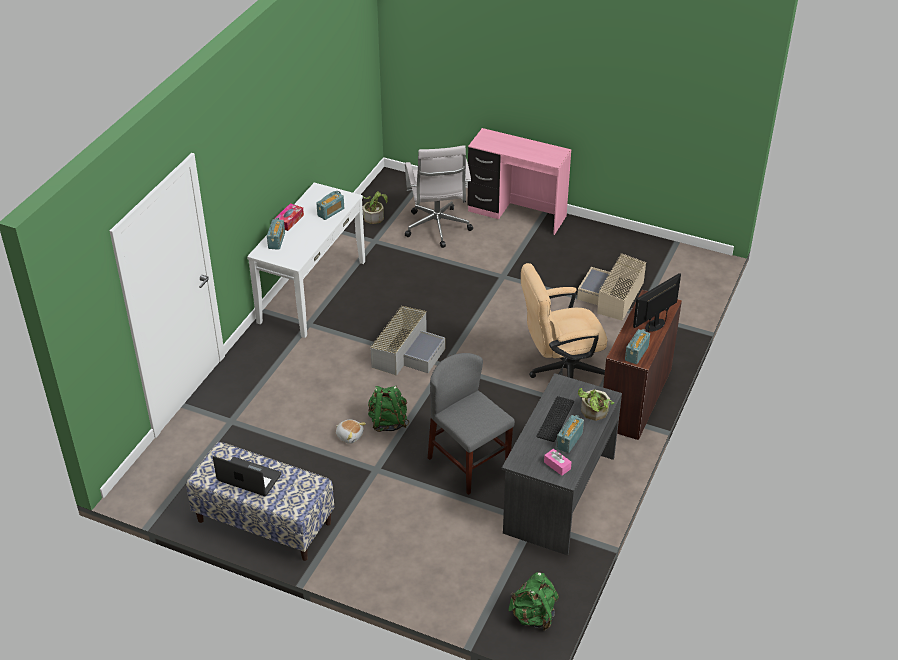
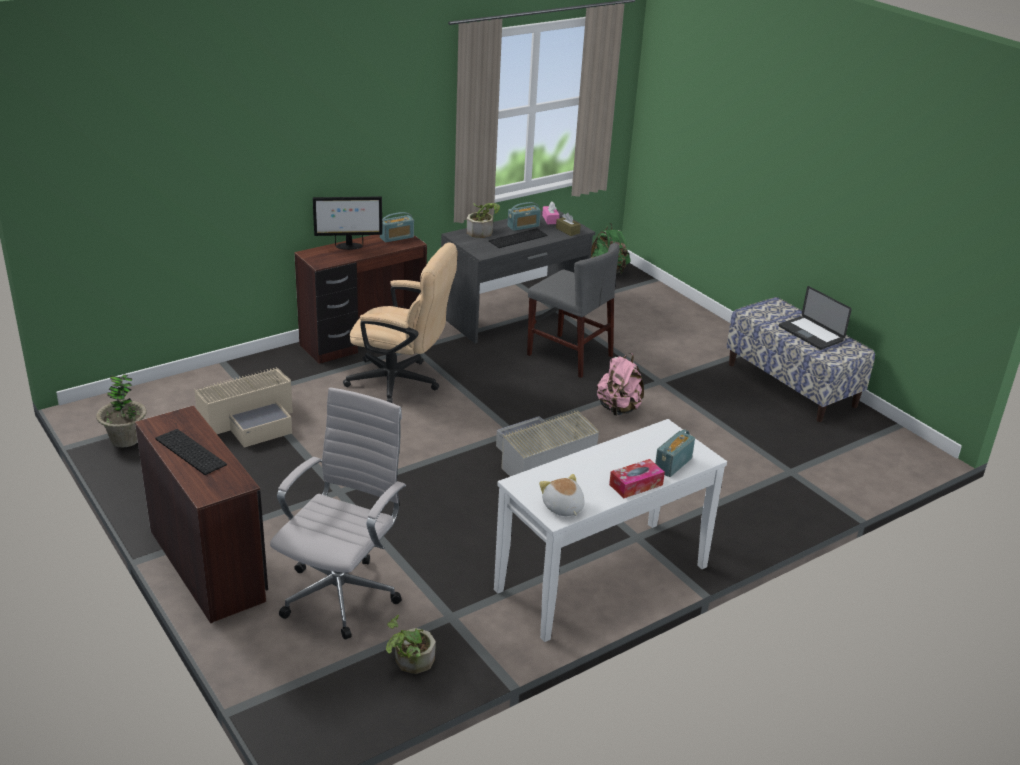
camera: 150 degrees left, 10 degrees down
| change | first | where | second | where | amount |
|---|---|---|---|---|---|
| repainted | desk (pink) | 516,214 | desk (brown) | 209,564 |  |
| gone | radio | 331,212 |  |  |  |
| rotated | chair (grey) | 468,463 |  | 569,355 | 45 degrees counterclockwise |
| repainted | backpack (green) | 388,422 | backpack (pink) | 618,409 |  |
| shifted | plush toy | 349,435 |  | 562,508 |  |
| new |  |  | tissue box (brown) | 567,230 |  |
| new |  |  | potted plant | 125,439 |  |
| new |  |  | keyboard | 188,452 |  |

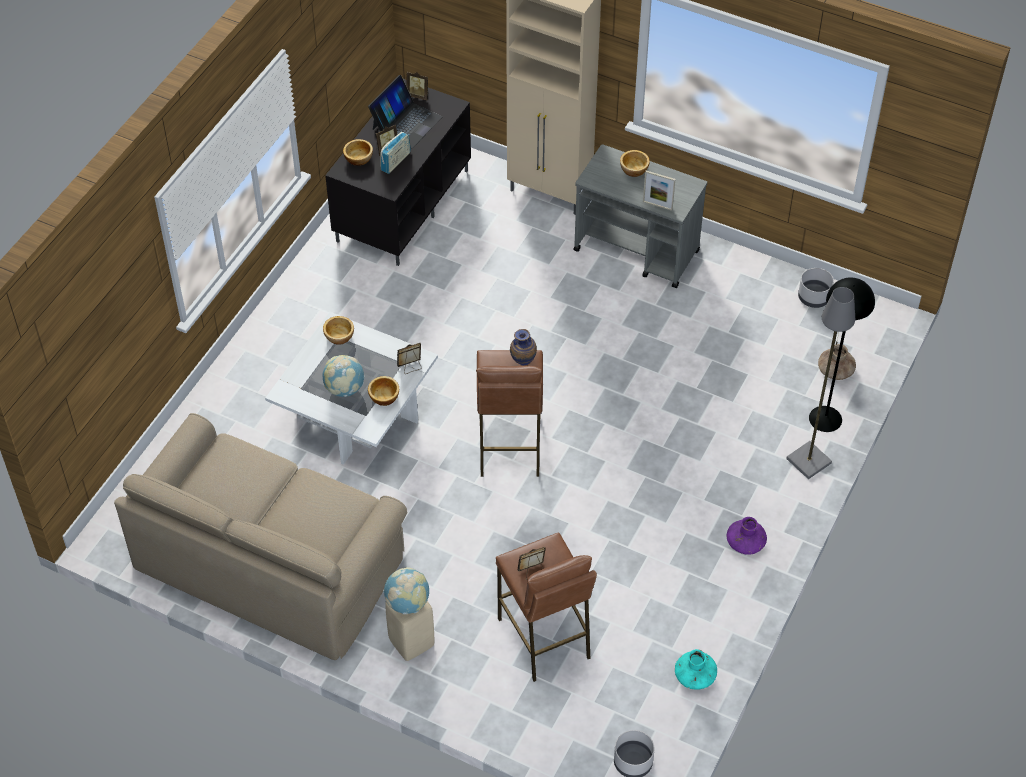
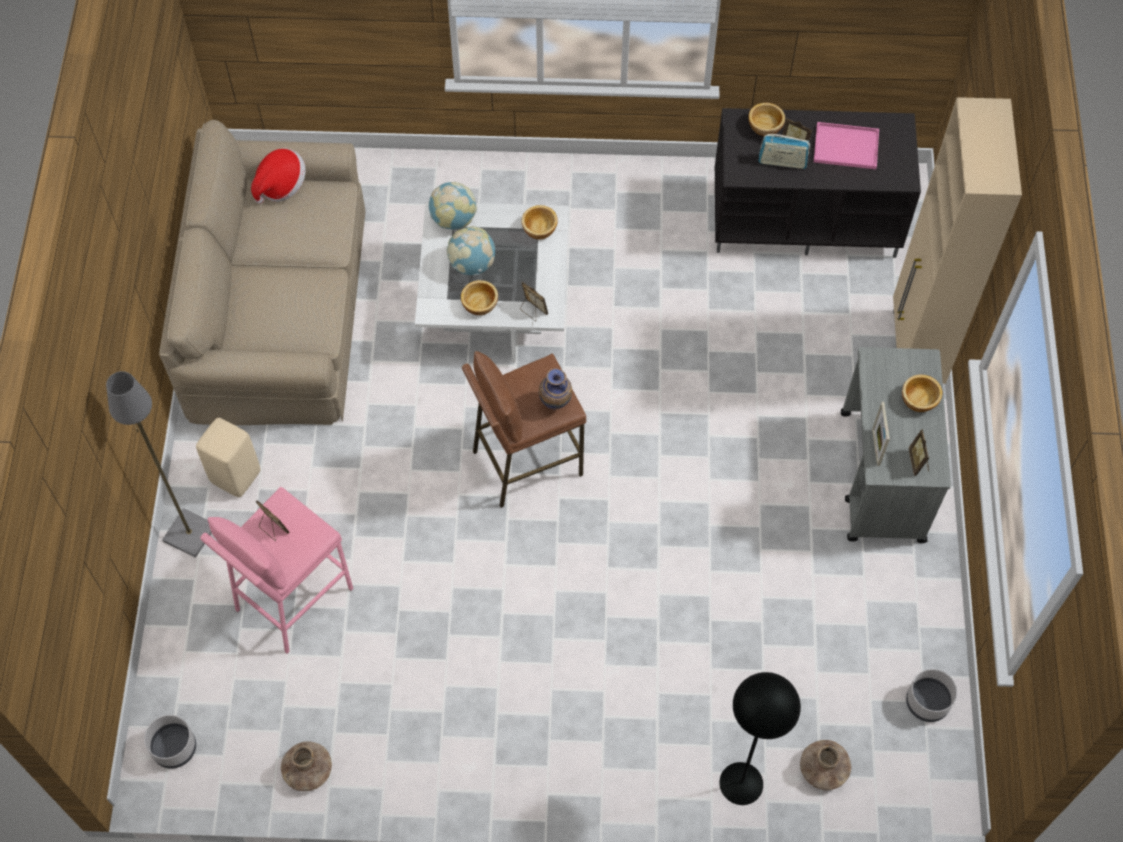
camera: 65 degrees right, 10 degrees up
| change | first | where | second | where | amount |
|---|---|---|---|---|---|
| shifted | picture frame | 418,95 |  | 918,462 |  |
| swapped | laptop | 406,123 | tray (pink) | 847,146 |  |
| shifted | floor lamp (grey) | 809,461 |  | 190,534 |  |
| gone | vase (purple) | 745,543 |  |  |  |
| repainted | stool (brown) | 544,638 | stool (pink) | 293,598 |  |
| shifted | globe | 407,603 |  | 453,219 |  |
| repainted | vase (turquoise) | 695,676 | vase (brown) | 308,770 |  |
| new |  |  | hat | 281,185 |  |

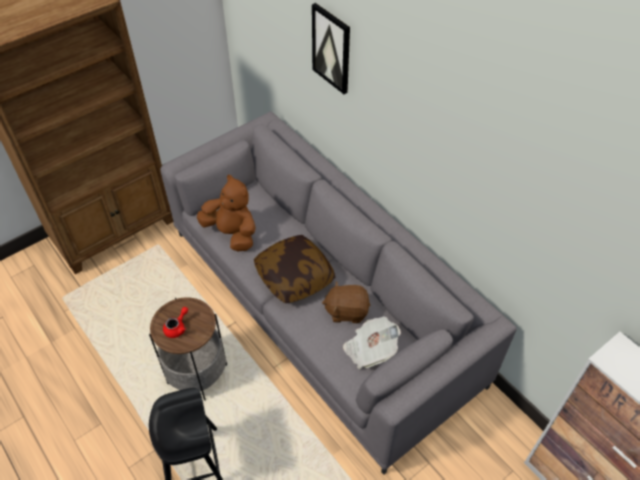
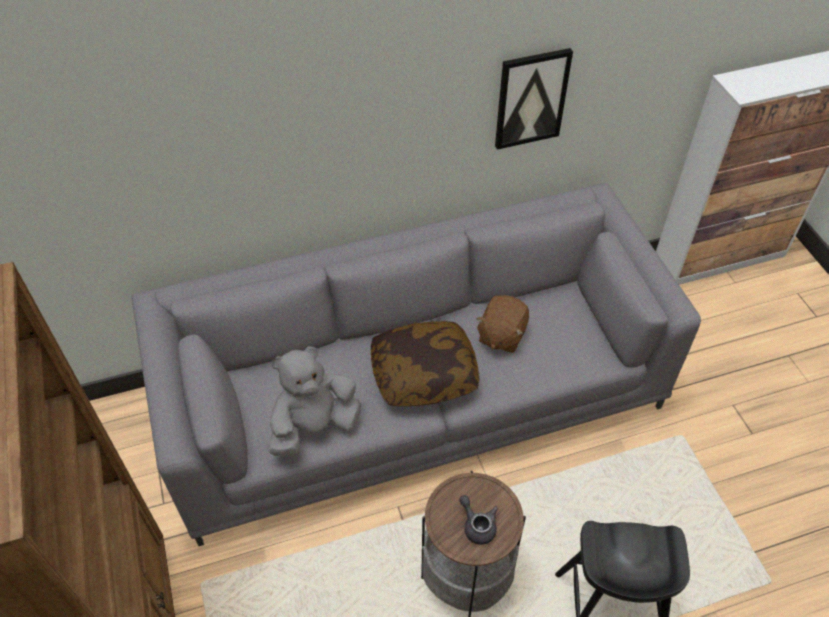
camera: 70 degrees left, 0 degrees up
| change | first | where | second | where | amount |
|---|---|---|---|---|---|
| shifted | picture | 331,48 |  | 531,98 |  |
| repainted | plush toy (brown) | 232,233 | plush toy (grey) | 314,427 |  |
| repainted | teapot (red) | 177,327 | teapot (grey) | 477,525 |  |
| gone | newspaper | 370,350 |  |  |  |

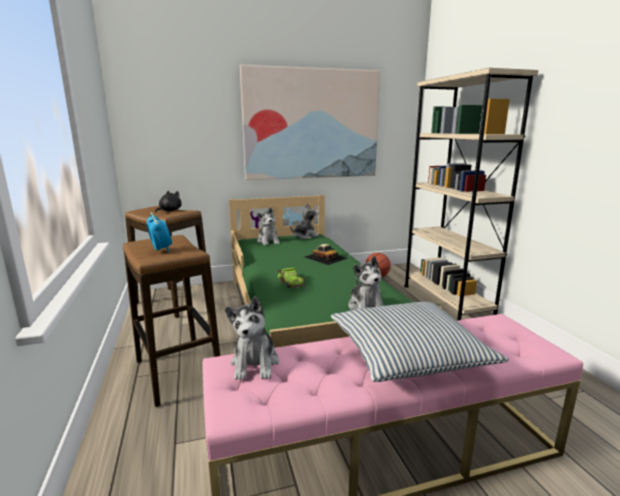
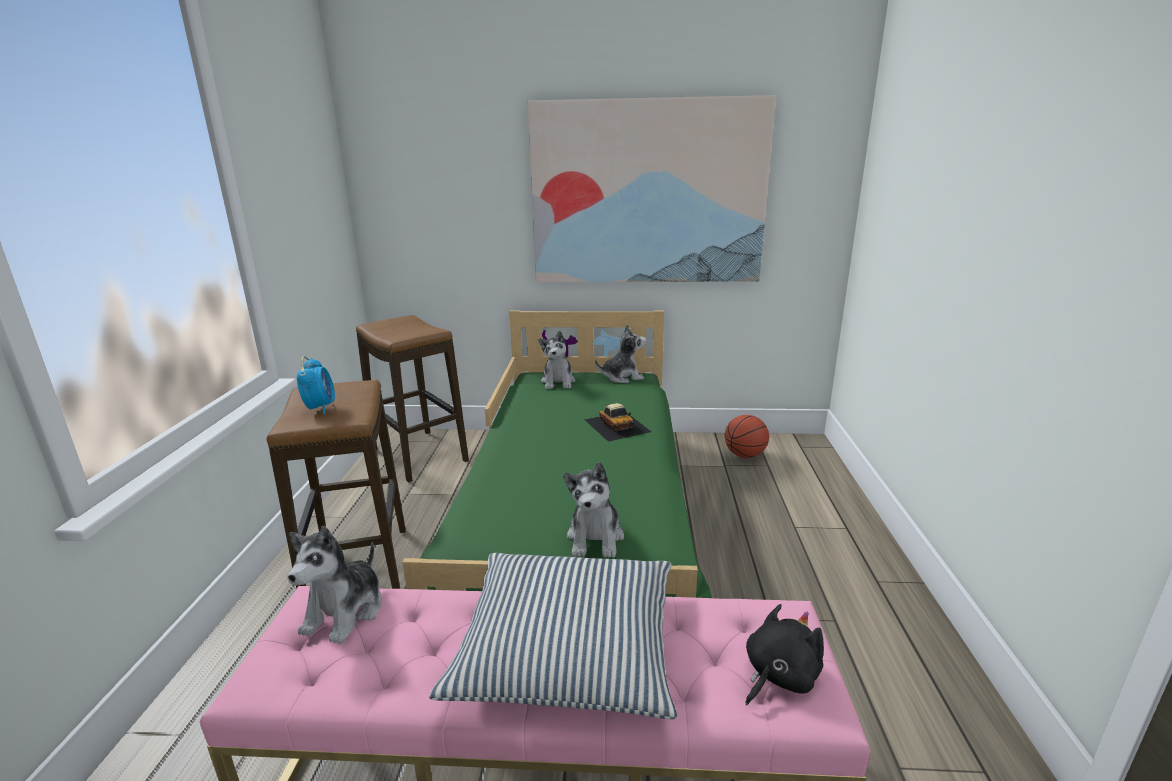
camera: 20 degrees right, 5 degrees up
| change | first | where | second | where | amount |
|---|---|---|---|---|---|
| gone | bookcase (beige) | 446,301 |  |  |  |
| shifted | plush toy (black) | 169,211 |  | 778,676 |  |
| gone | toy car | 292,283 |  |  |  |

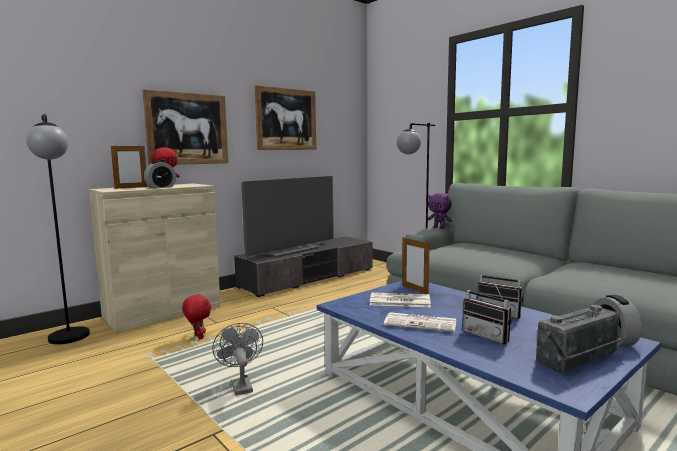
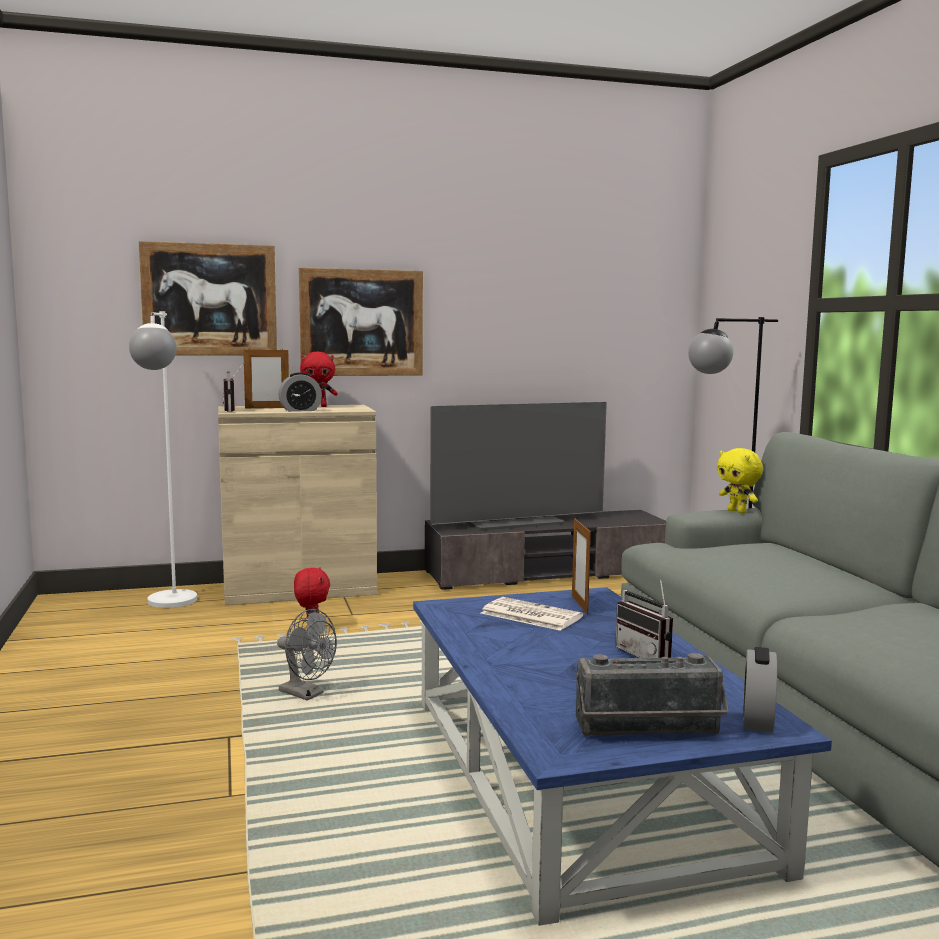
camera: 25 degrees right, 0 degrees up
| change | first | where | second | where | amount |
|---|---|---|---|---|---|
| shifted | picture | 286,119 |  | 209,300 |  |
| repainted | floor lamp (black) | 70,341 | floor lamp (white) | 170,606 |  |
| repainted | plush toy (purple) | 439,228 | plush toy (yellow) | 738,511 |  |
| shifted | radio | 488,336 |  | 234,410 |  |
| gone | newspaper | 421,323 |  |  |  |
| rotated | fan (grey) | 240,385 |  | 306,694 | 120 degrees clockwise |

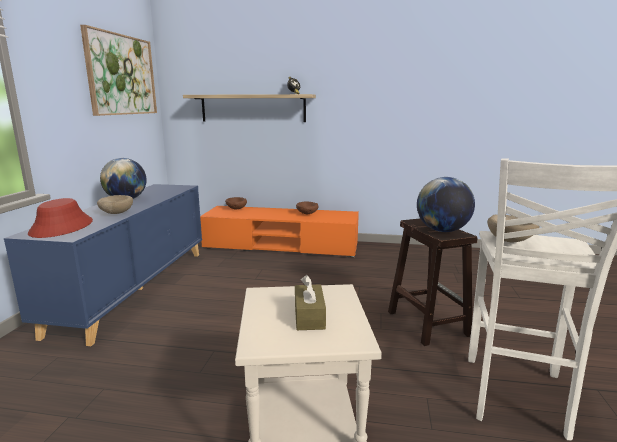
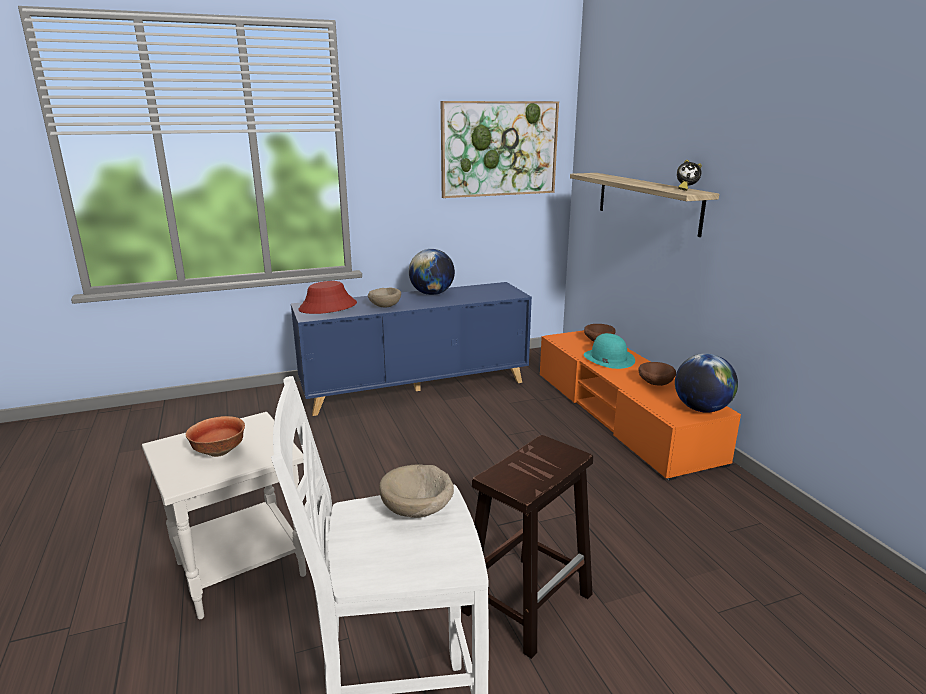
camera: 60 degrees right, 5 degrees up
| change | first | where | second | where | amount |
|---|---|---|---|---|---|
| shifted | globe | 442,230 |  | 701,409 |  |
| swapped | tissue box (brown) | 309,316 | bowl | 218,452 |  |
| new |  |  | hat (turquoise) | 608,358 |  |

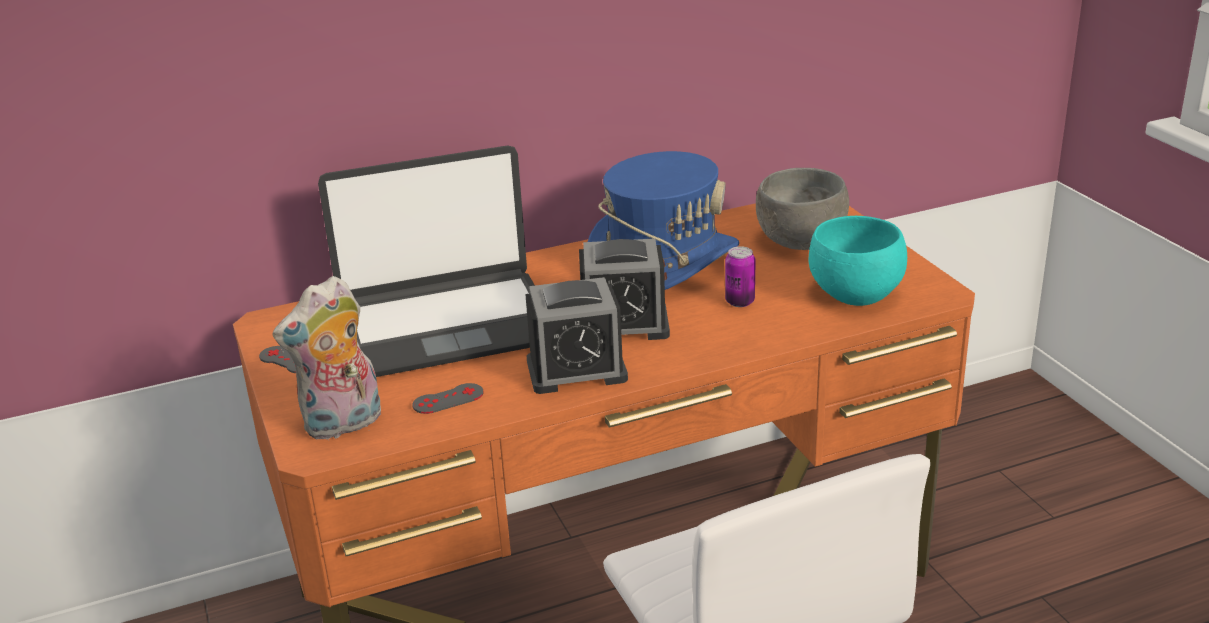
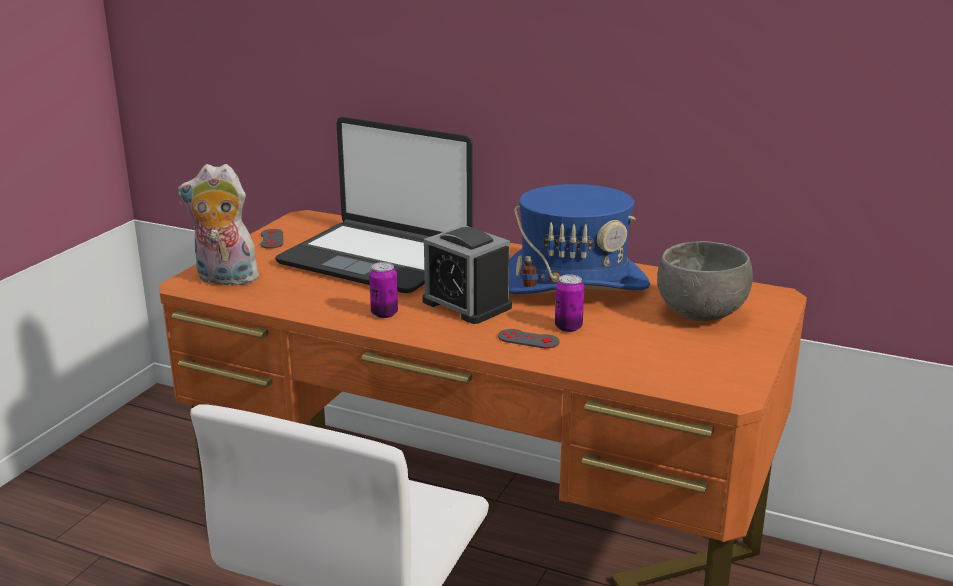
camera: 45 degrees right, 5 degrees down
| change | first | where | second | where | amount |
|---|---|---|---|---|---|
| gone | bowl (turquoise) | 856,297 |  |  |  |
| swapped | alarm clock | 576,370 | can | 384,313 |  |
| shifted | game controller (grey) | 448,399 |  | 528,339 |  |

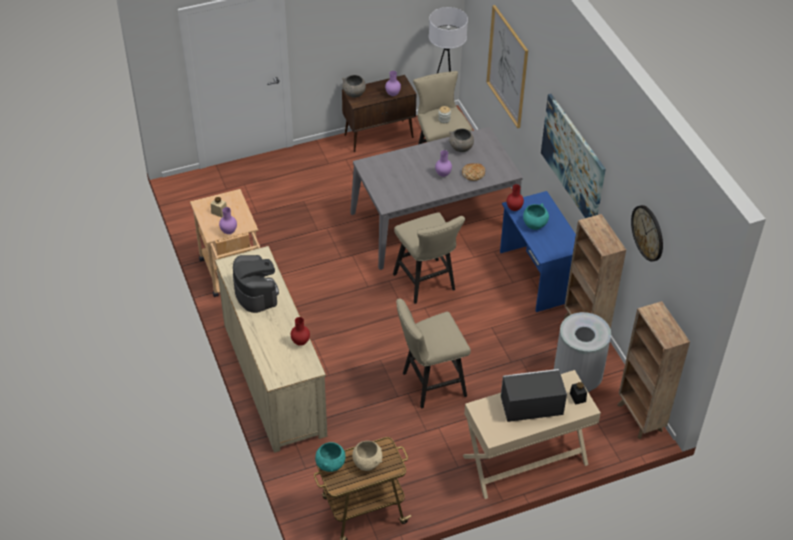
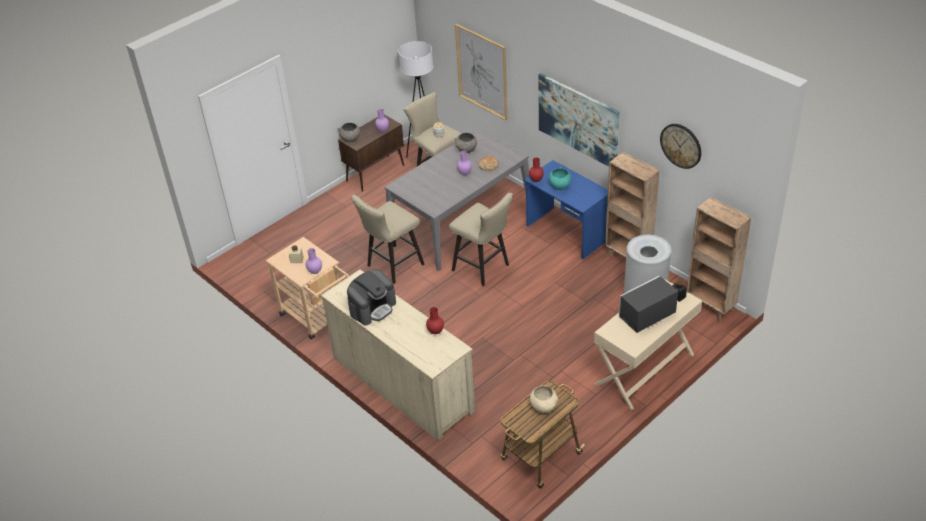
camera: 20 degrees left, 5 degrees down
| change | first | where | second | where | amount |
|---|---|---|---|---|---|
| rotated | coffee machine | 256,293 |  | 372,308 | 90 degrees clockwise |
| shifted | stool (beige) | 429,385 |  | 392,266 |  |
| gone | bowl (turquoise) | 331,465 |  |  |  |

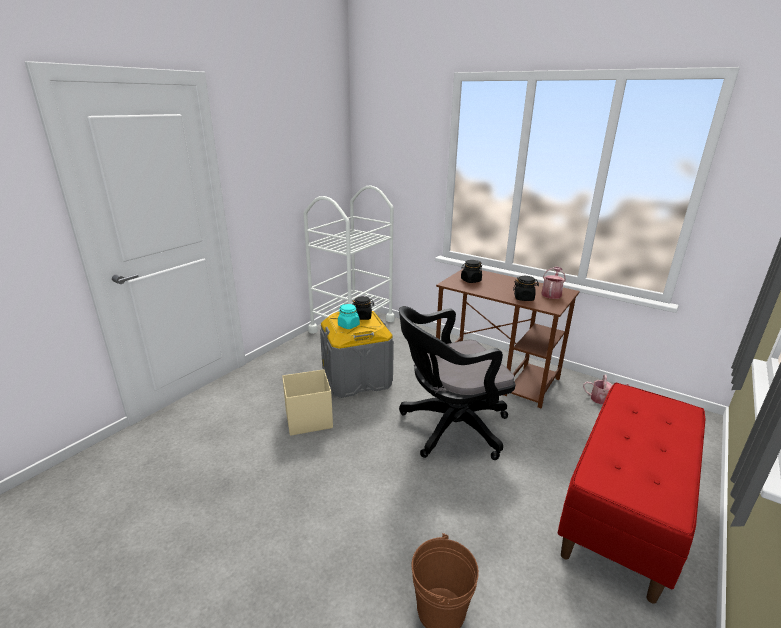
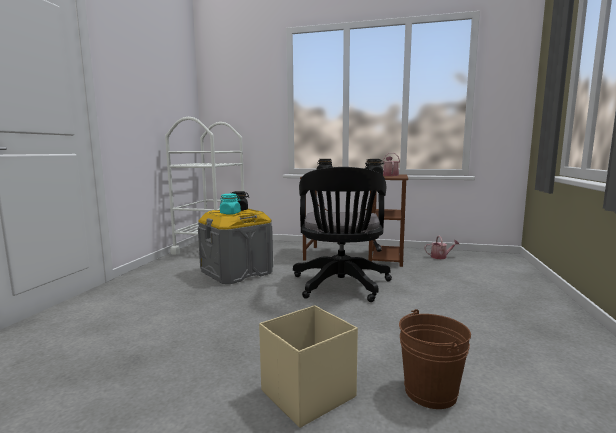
camera: 20 degrees left, 15 degrees down
| change | first | where | second | where | amount |
|---|---|---|---|---|---|
| rotated | office chair (black) | 449,428 |  | 341,286 | 45 degrees counterclockwise |
| shifted | storage box (beige) | 308,419 |  | 306,394 |  |
| gone | bench (red) | 624,511 |  |  |  |

